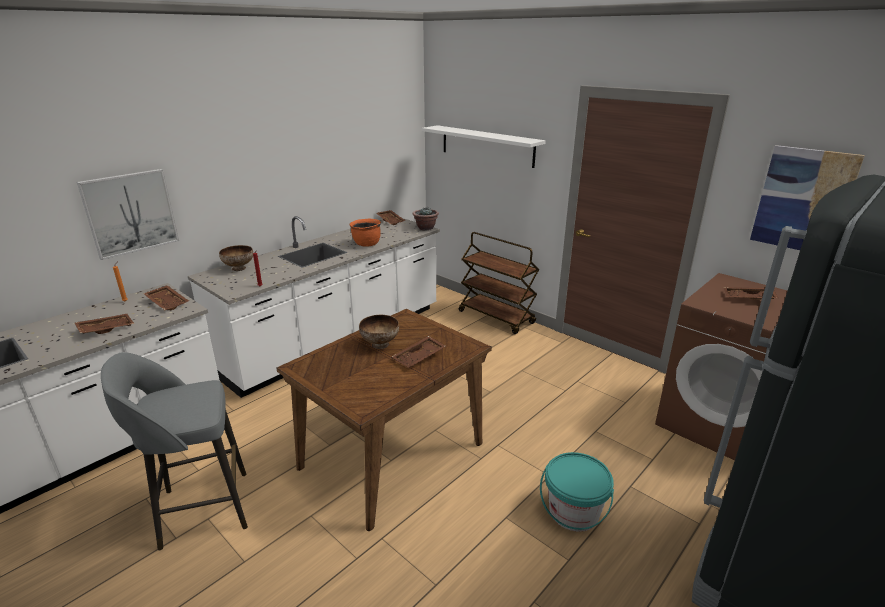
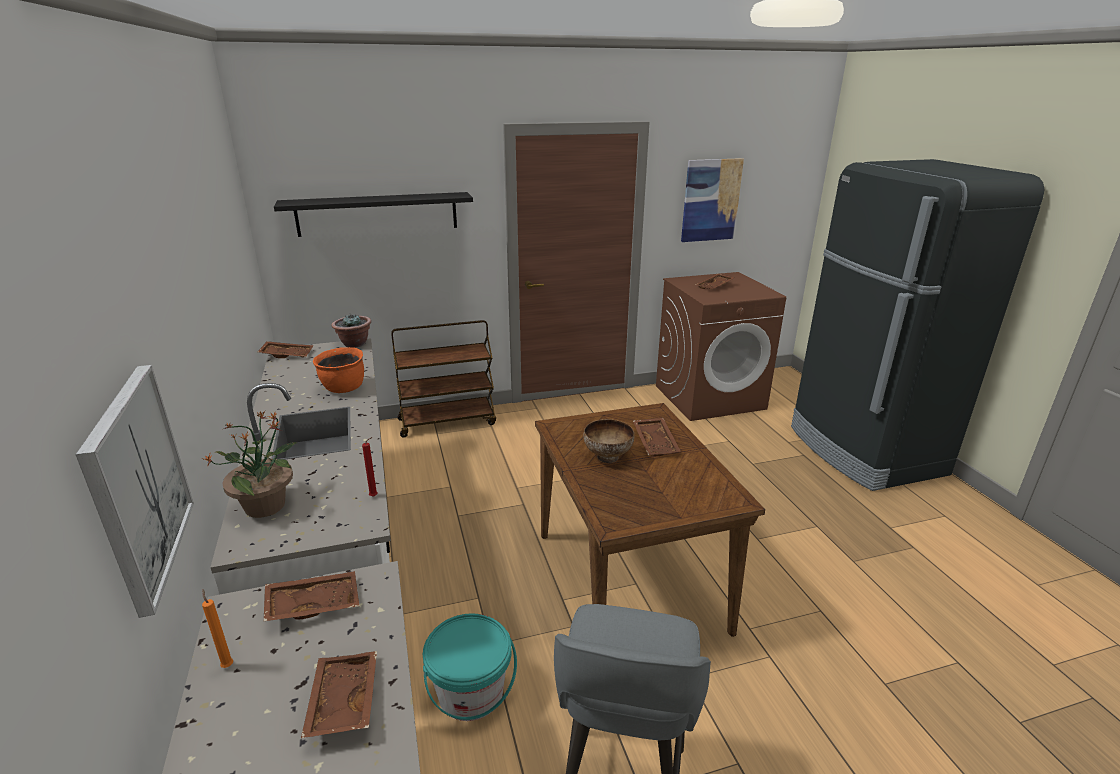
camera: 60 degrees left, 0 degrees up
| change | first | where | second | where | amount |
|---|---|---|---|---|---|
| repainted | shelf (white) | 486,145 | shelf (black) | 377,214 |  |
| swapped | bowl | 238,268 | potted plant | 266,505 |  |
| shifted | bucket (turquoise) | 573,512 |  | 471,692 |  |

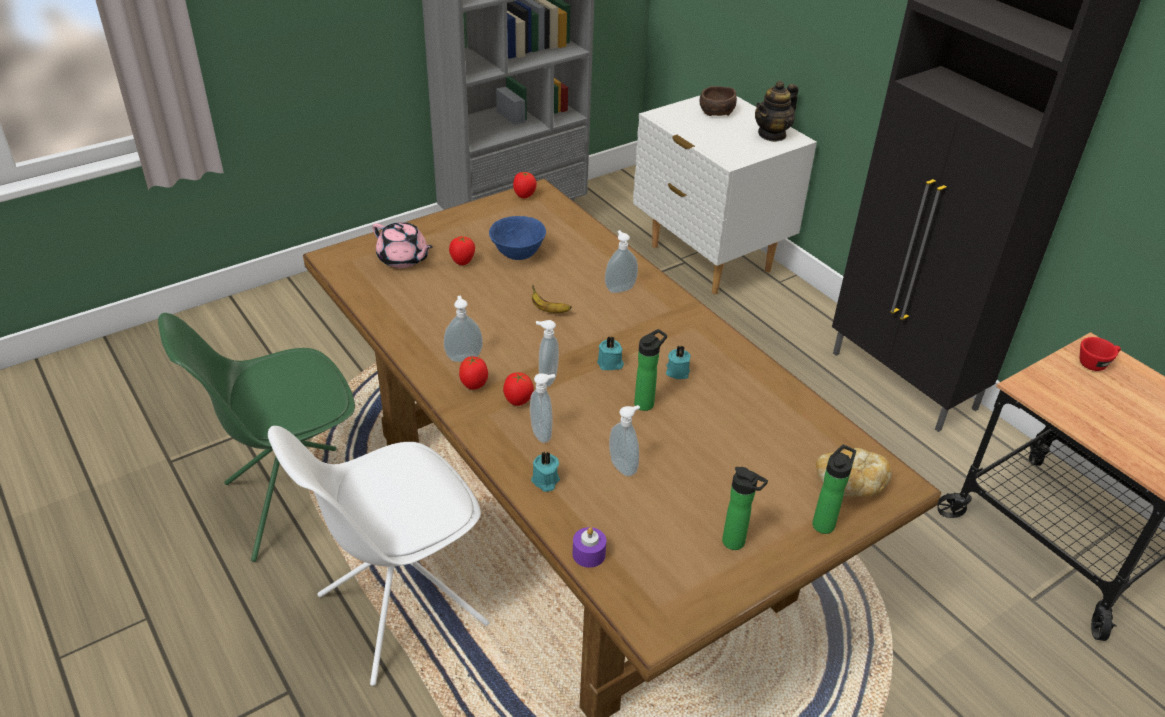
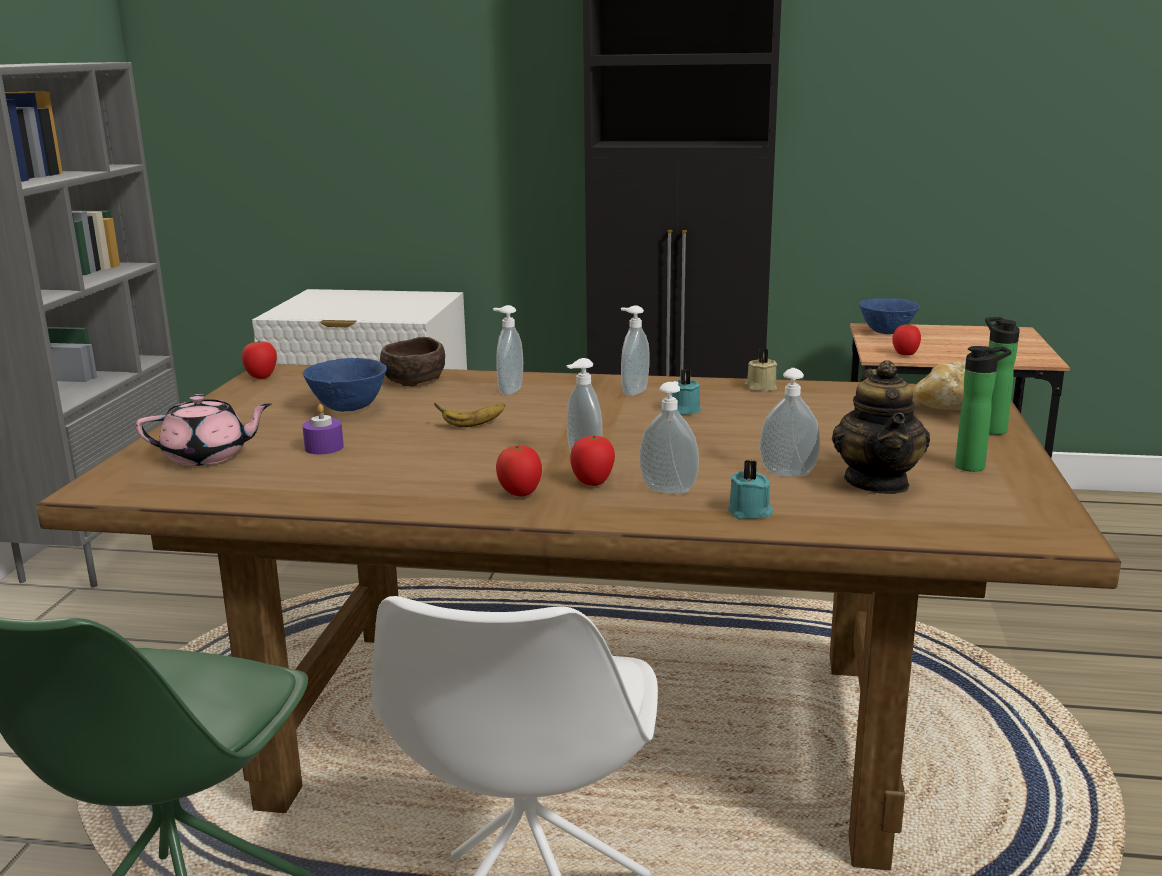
camera: 45 degrees left, 20 degrees down
| change | first | where | second | where | amount |
|---|---|---|---|---|---|
| shifted | teapot | 772,134 |  | 877,483 |  |
| shifted | bowl (brown) | 715,112 |  | 413,381 |  |
| shifted | tomato | 462,262 |  | 905,354 |  |
| shifted | soap dispenser | 463,357 |  | 633,392 |  |
| gone | bottle | 646,403 |  |  |  |
| gone | candle (turquoise) | 610,364 |  |  |  |
| swapped | cup (red) | 1095,363 | bowl (blue) | 887,332 |  |
| shifted | candle (purple) | 589,554 |  | 324,447 |  |
| new |  |  | candle (beige) | 760,387 |  |

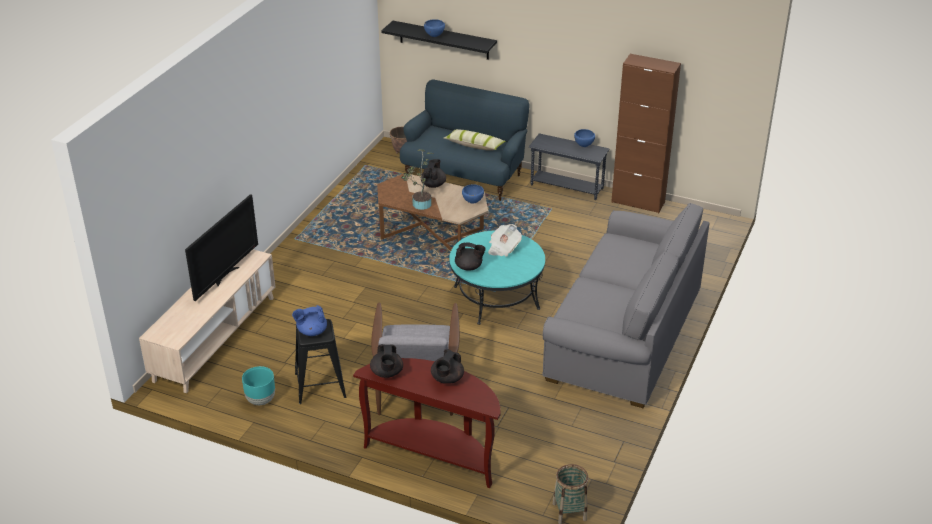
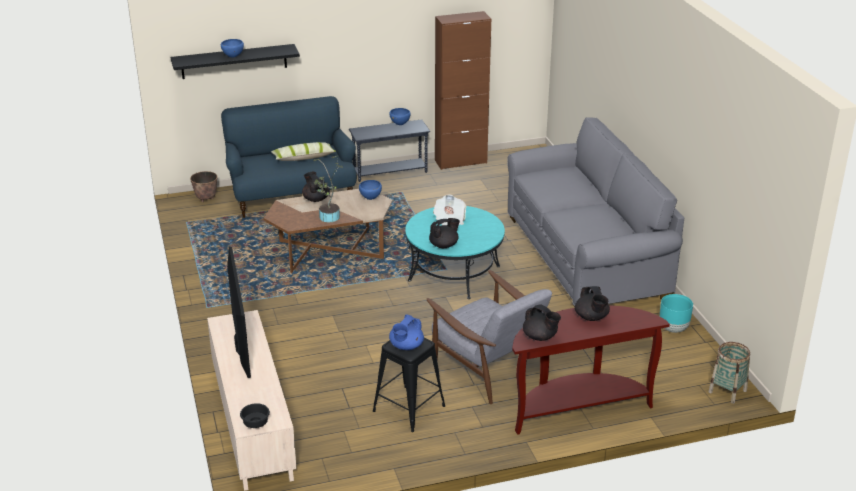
camera: 40 degrees left, 5 degrees down
| change | first | where | second | where | amount |
|---|---|---|---|---|---|
| shifted | planter (turquoise) | 260,400 |  | 673,329 |  |
| new |  |  | bowl (black) | 256,423 |  |

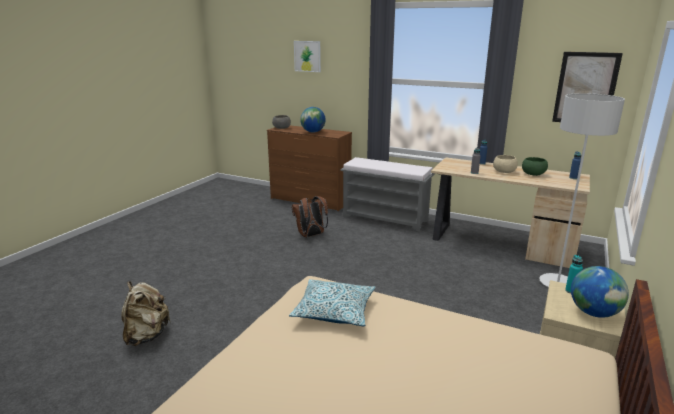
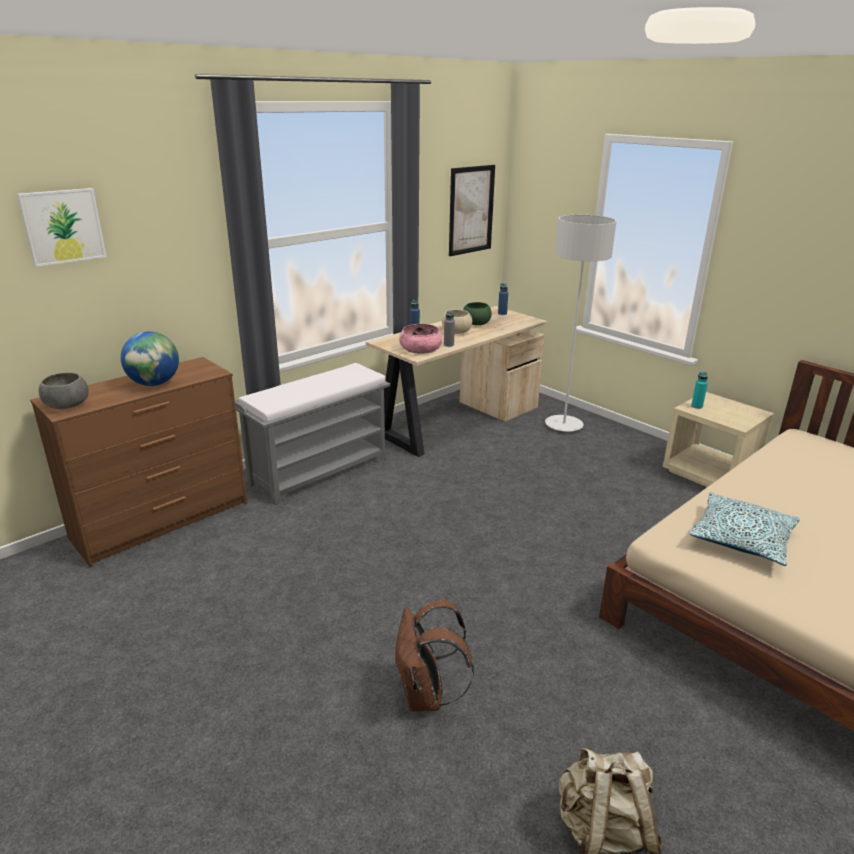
camera: 70 degrees left, 5 degrees up
| change | first | where | second | where | amount |
|---|---|---|---|---|---|
| shifted | backpack (brown) | 311,235 |  | 426,696 |  |
| gone | globe | 594,313 |  |  |  |
| new |  |  | bowl (pink) | 420,349 |  |

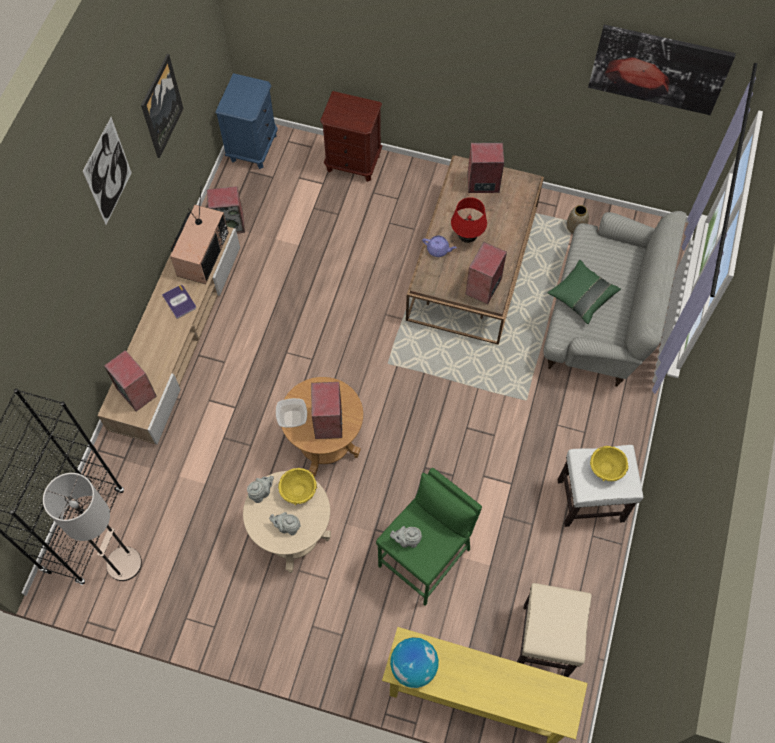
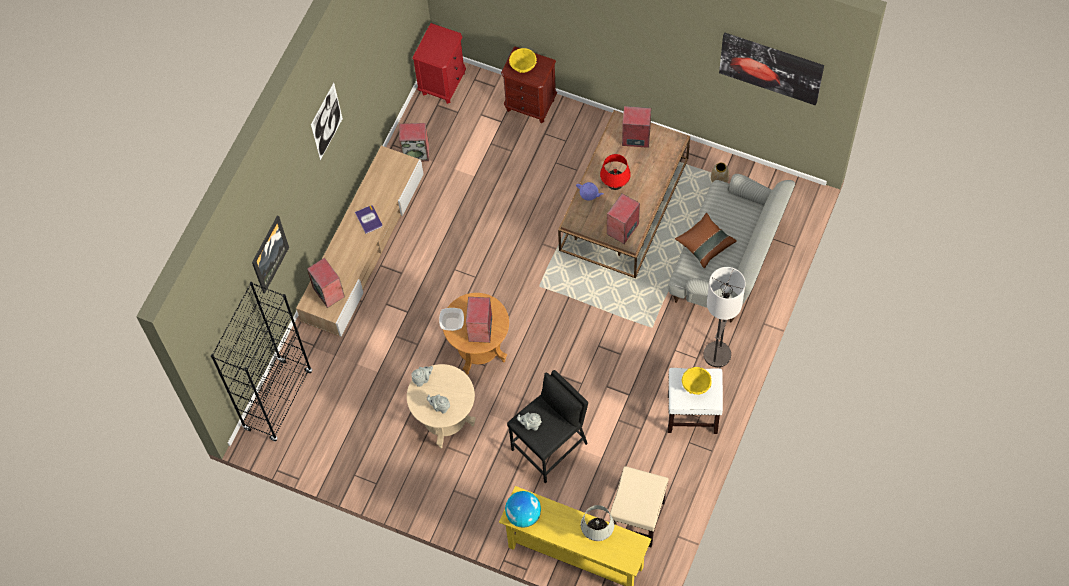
camera: 10 degrees right, 0 degrees up
| change | first | where | second | where | amount |
|---|---|---|---|---|---|
| shifted | picture | 160,106 |  | 269,254 |  |
| repainted | nightstand (blue) | 253,147 | nightstand (red) | 443,83 |  |
| gone | television | 202,253 |  |  |  |
| repainted | pillow (green) | 582,296 | pillow (brown) | 705,244 |  |
| shifted | bowl (yellow) | 299,492 |  | 523,67 |  |
| repainted | stool (green) | 425,558 | stool (black) | 550,447 |  |
| shifted | floor lamp | 124,564 |  | 717,355 |  |
| new |  |  | table lamp (white) | 597,533 |  |

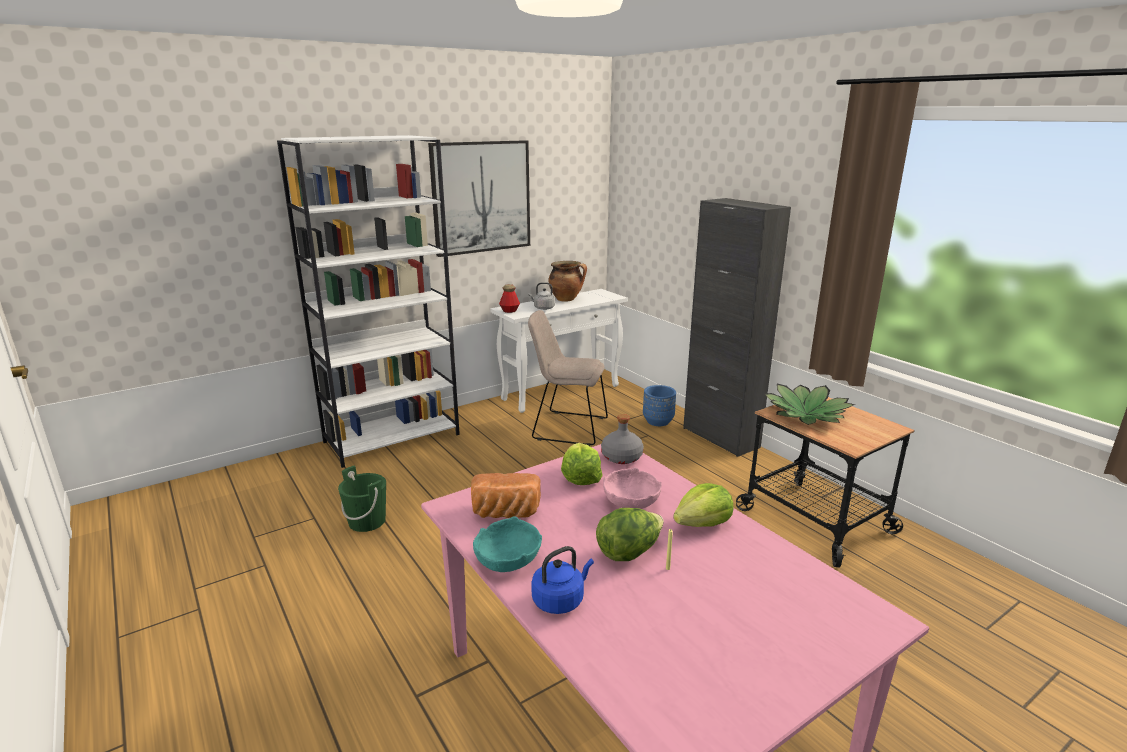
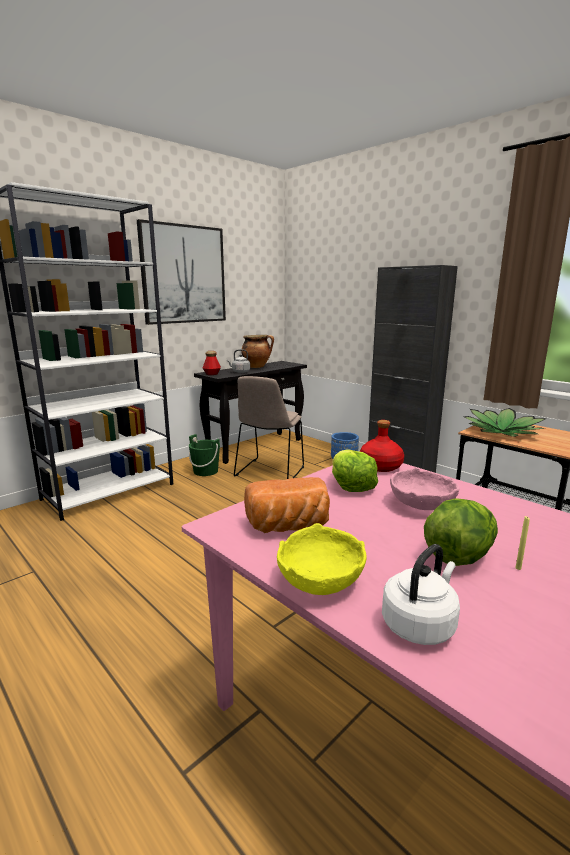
camera: 10 degrees left, 5 degrees down
| change | first | where | second | where | amount |
|---|---|---|---|---|---|
| repainted | console table (white) | 561,392 | console table (black) | 255,447 |  |
| rotated | chair (beige) | 567,428 |  | 269,472 | 75 degrees counterclockwise |
| repainted | bottle (grey) | 621,457 | bottle (red) | 380,466 |  |
| shifted | bucket (green) | 367,521 |  | 205,471 |  |
| gone | lettuce | 703,523 |  |  |  |
| repainted | bowl (turquoise) | 506,561 | bowl (yellow) | 319,580 |  |
| repainted | kettle (blue) | 560,600 | kettle (white) | 420,624 |  |

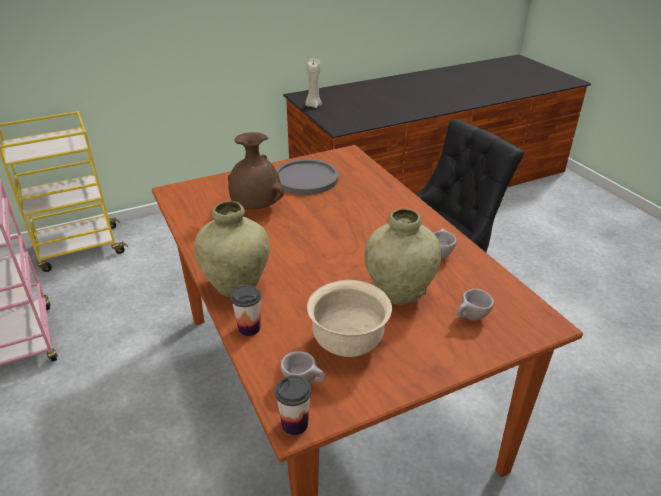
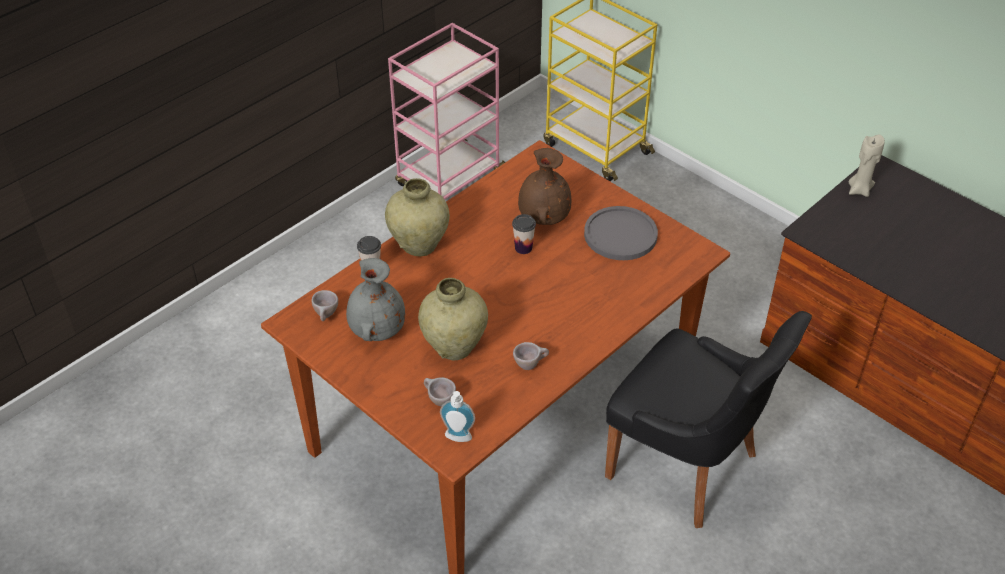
camera: 70 degrees right, 10 degrees up
| change | first | where | second | where | amount |
|---|---|---|---|---|---|
| swapped | bowl (beige) | 348,343 | vase (grey) | 376,330 |  |
| shifted | cup | 295,424 |  | 523,248 |  |
| new |  |  | soap dispenser | 457,439 |  |

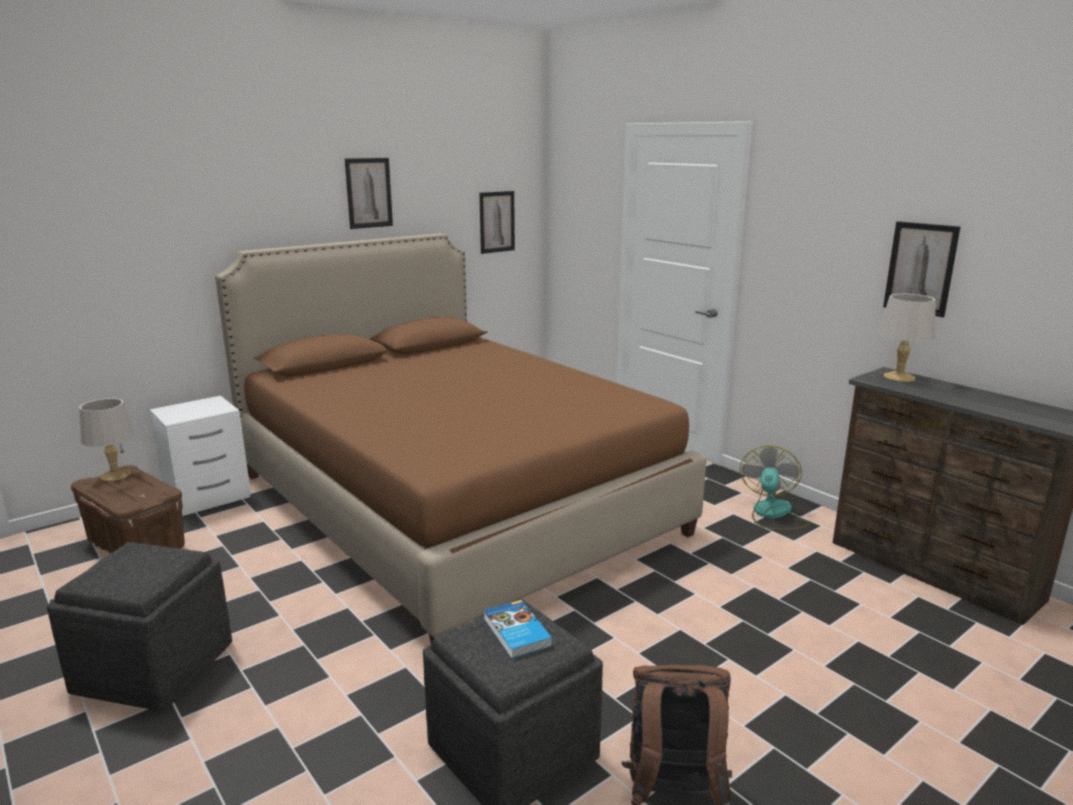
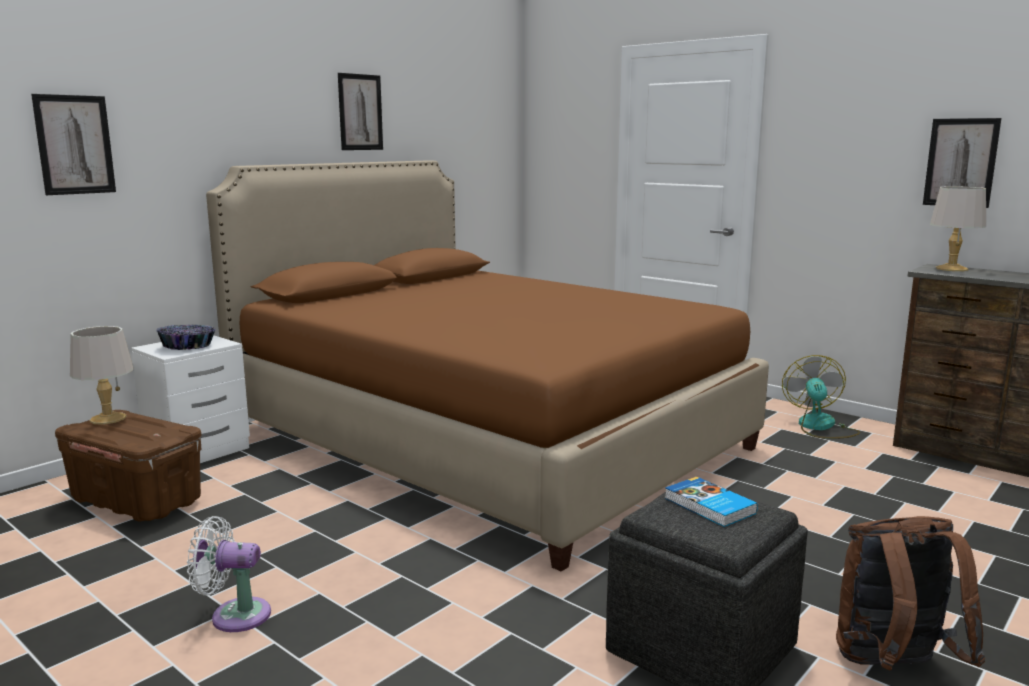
camera: 10 degrees left, 5 degrees down
| change | first | where | second | where | amount |
|---|---|---|---|---|---|
| shifted | picture | 497,222 |  | 74,145 |  |
| swapped | ottoman (grey) | 154,668 | fan (white) | 235,615 |  |
| new |  |  | bowl | 187,347 |  |

